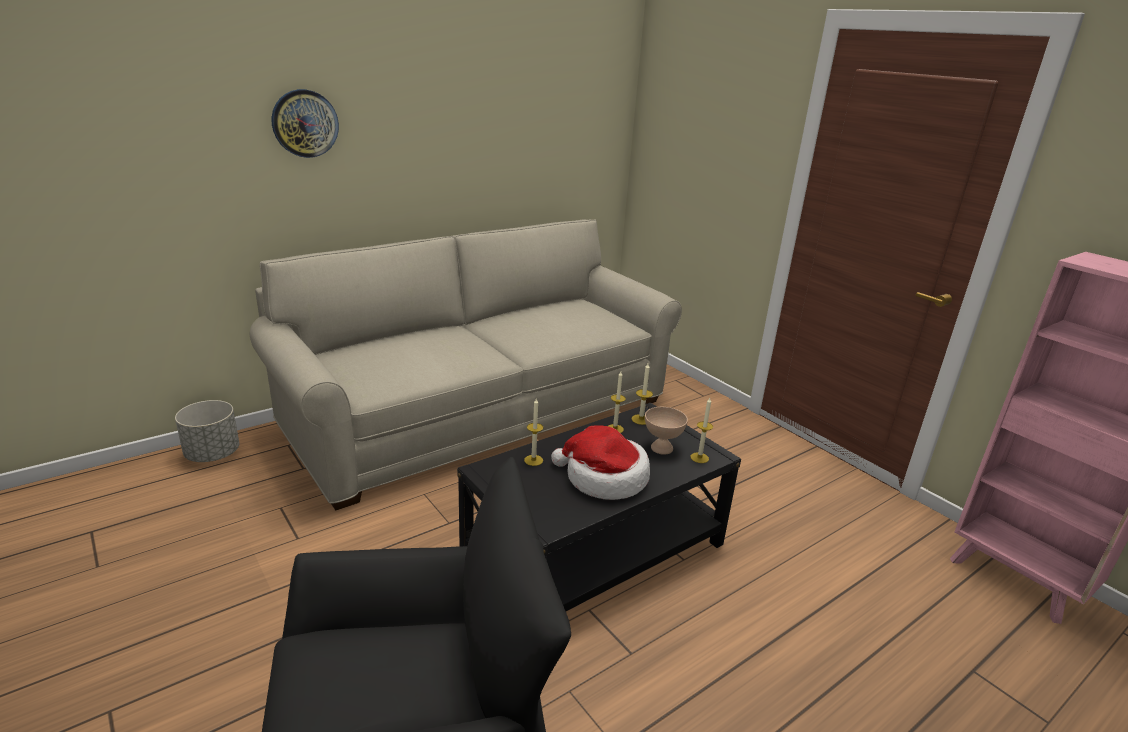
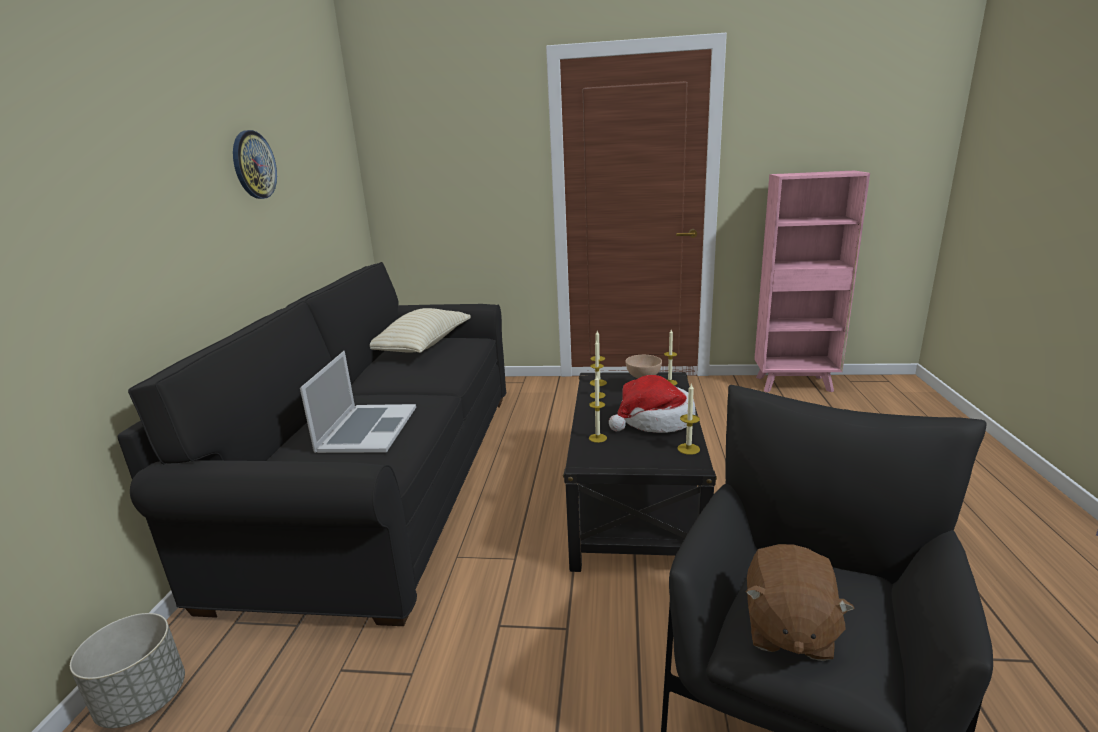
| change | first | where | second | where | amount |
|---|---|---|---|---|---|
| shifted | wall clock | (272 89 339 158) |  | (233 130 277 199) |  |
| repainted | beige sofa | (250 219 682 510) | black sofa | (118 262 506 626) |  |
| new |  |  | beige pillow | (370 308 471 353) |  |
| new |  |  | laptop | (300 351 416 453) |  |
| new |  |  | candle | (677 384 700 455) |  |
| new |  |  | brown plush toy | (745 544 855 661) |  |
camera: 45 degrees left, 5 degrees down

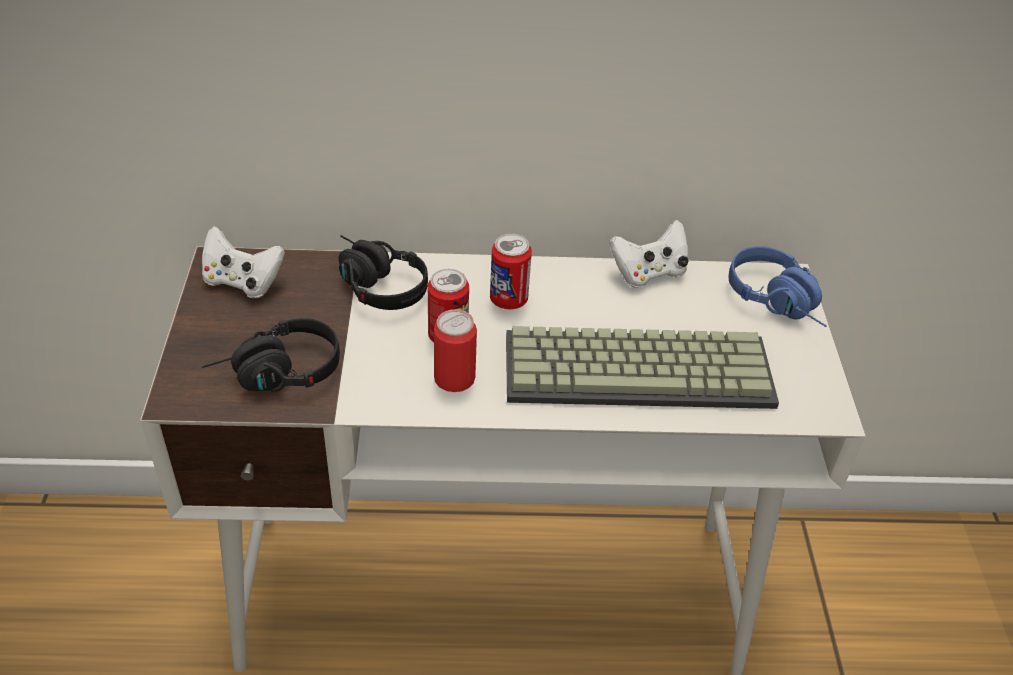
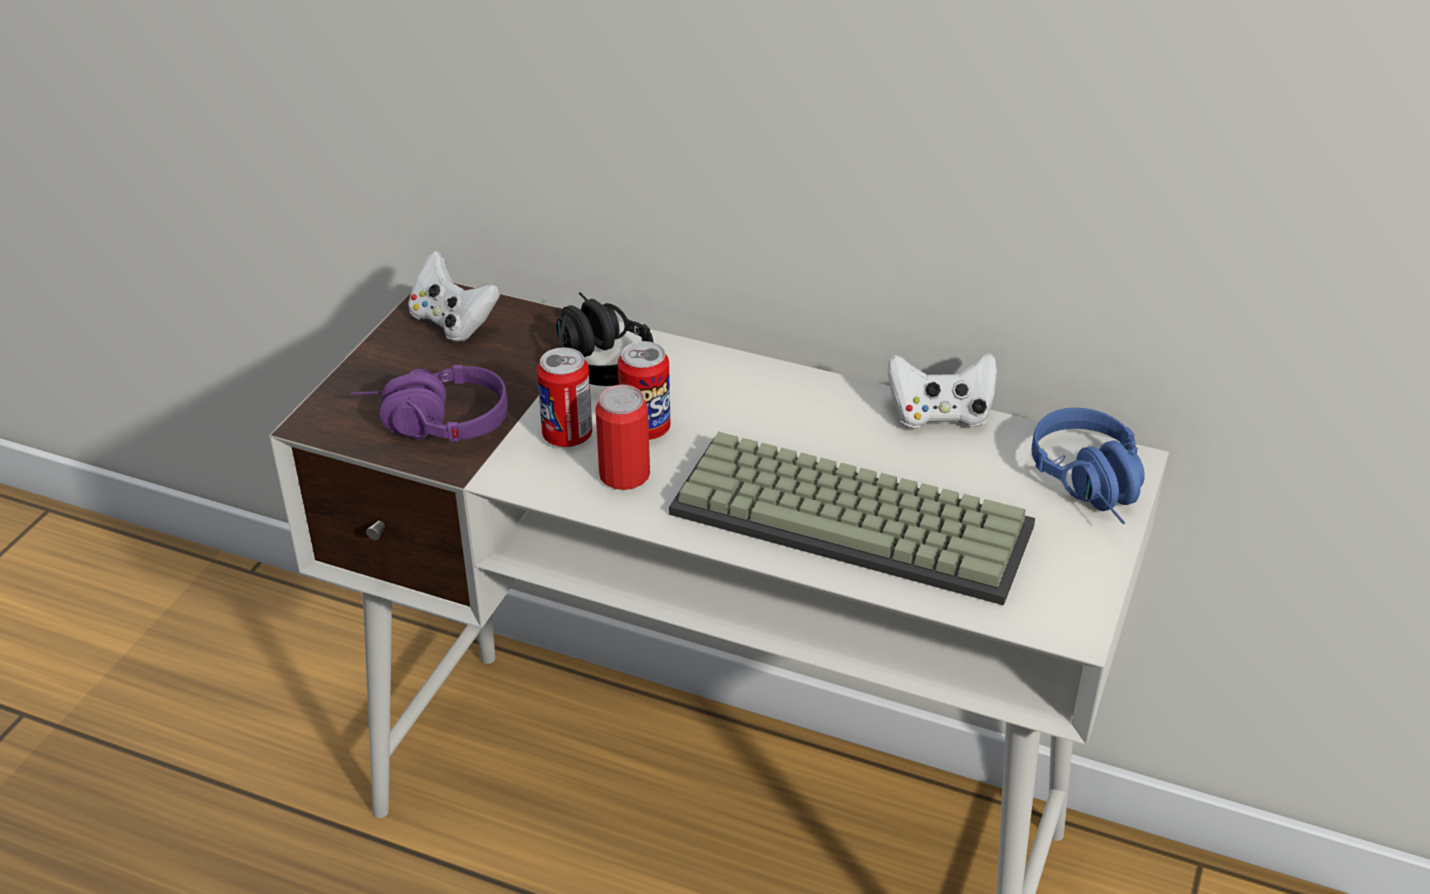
| change | first | where | second | where | amount |
|---|---|---|---|---|---|
| shifted | can | (490 234 532 309) |  | (537 348 592 447) |  |
| repainted | black headphones | (202 318 340 392) | purple headphones | (351 365 508 442) |  |
camera: 25 degrees right, 5 degrees down

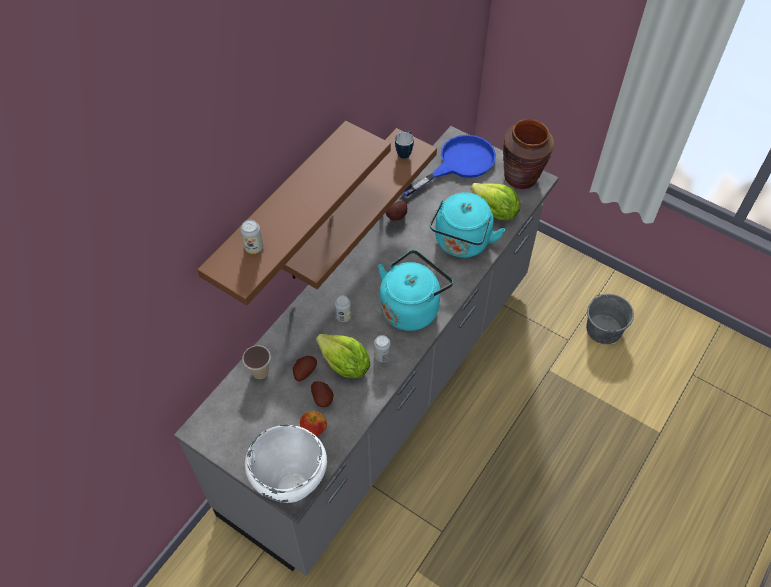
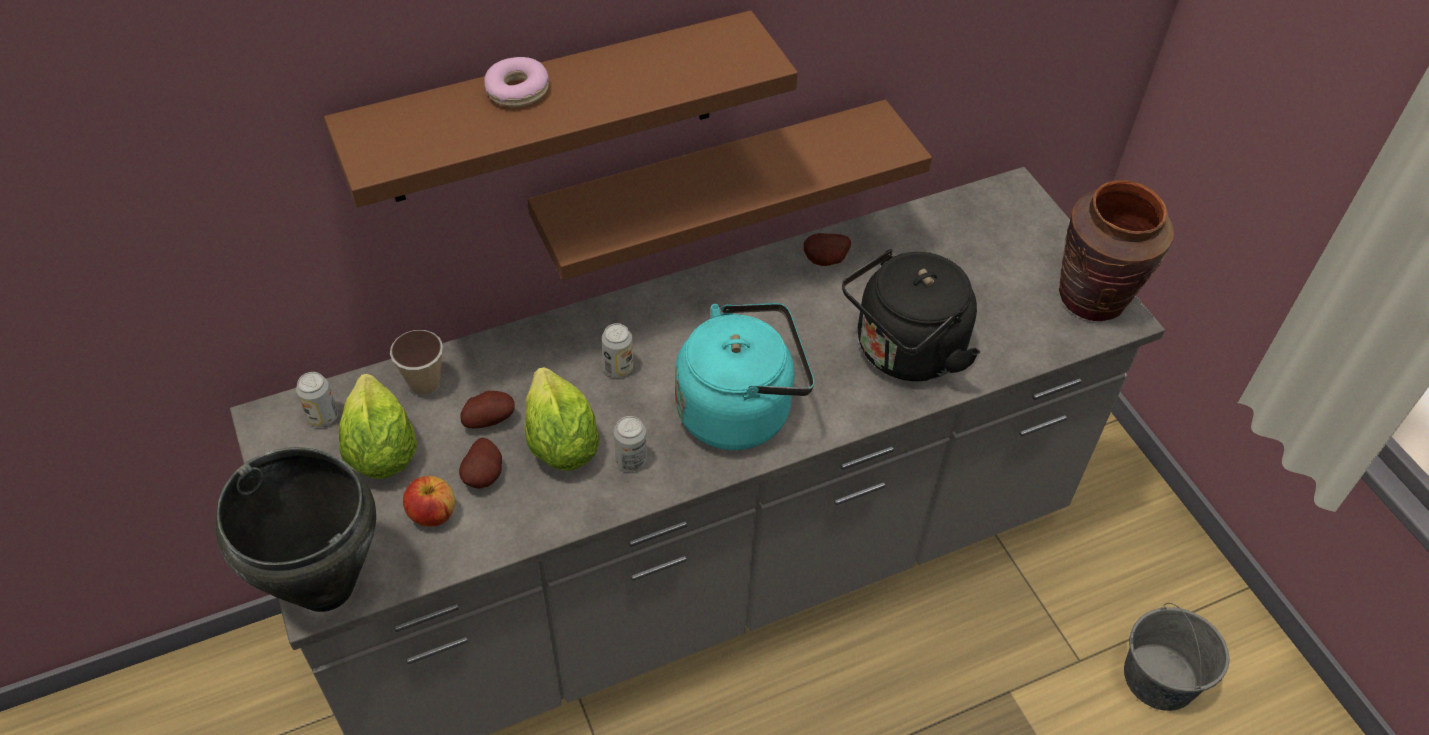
| change | first | where | second | where | amount |
|---|---|---|---|---|---|
| gone | mug | (395 131 414 159) |  |  |  |
| gone | blue frying pan | (403 135 496 197) |  |  |  |
| shifted | lettuce | (471 183 520 220) |  | (339 374 417 479) |  |
| repainted | turquoise kettle | (430 192 505 258) | black kettle | (842 249 980 381) |  |
| shifted | can | (240 220 263 254) |  | (296 372 338 427) |  |
| repainted | white cooking pot | (245 425 327 503) | black cooking pot | (216 447 376 612) |  |
| new |  |  | donut | (484 57 549 107) |  |
camera: 30 degrees right, 5 degrees down

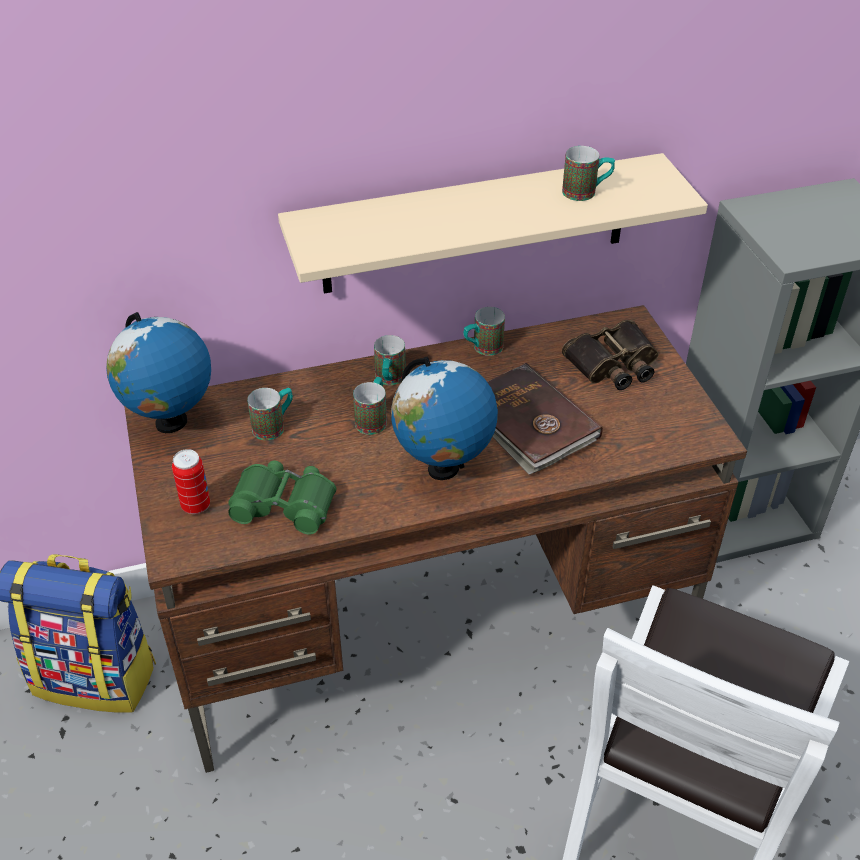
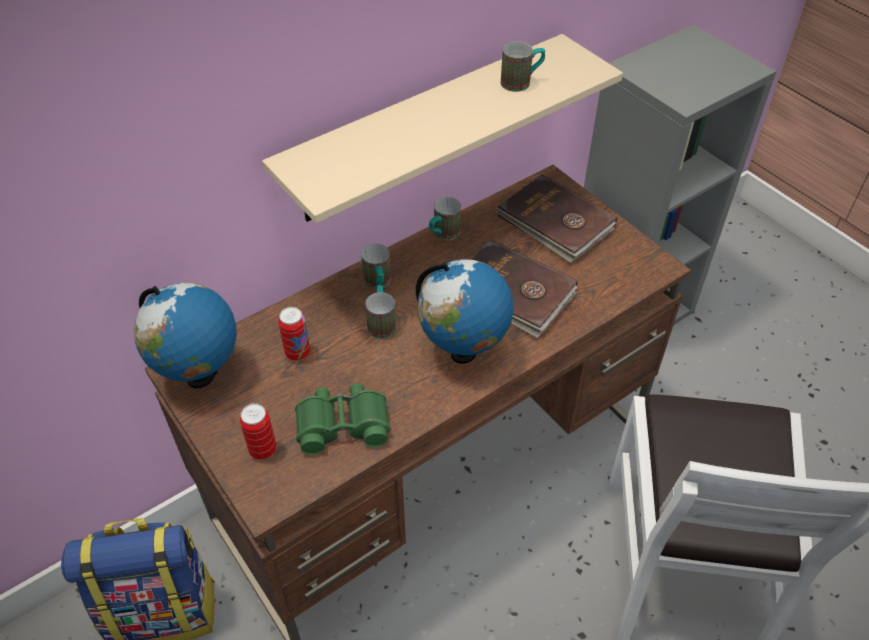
| change | first | where | second | where | amount |
|---|---|---|---|---|---|
| swapped | binoculars | (562 320 659 390) | brown book | (496 174 617 263) |  |
| swapped | mug | (247 388 293 440) | can | (278 307 310 361) |  |
camera: 20 degrees left, 5 degrees up

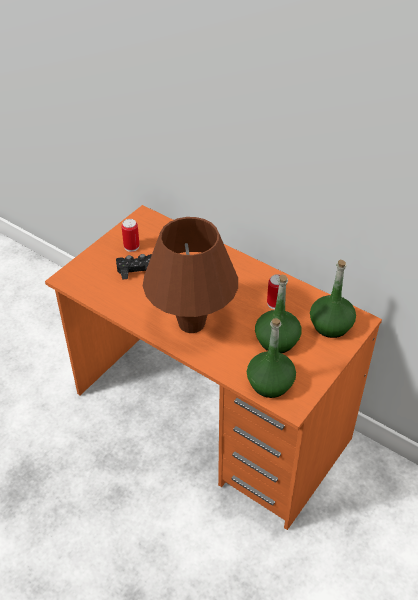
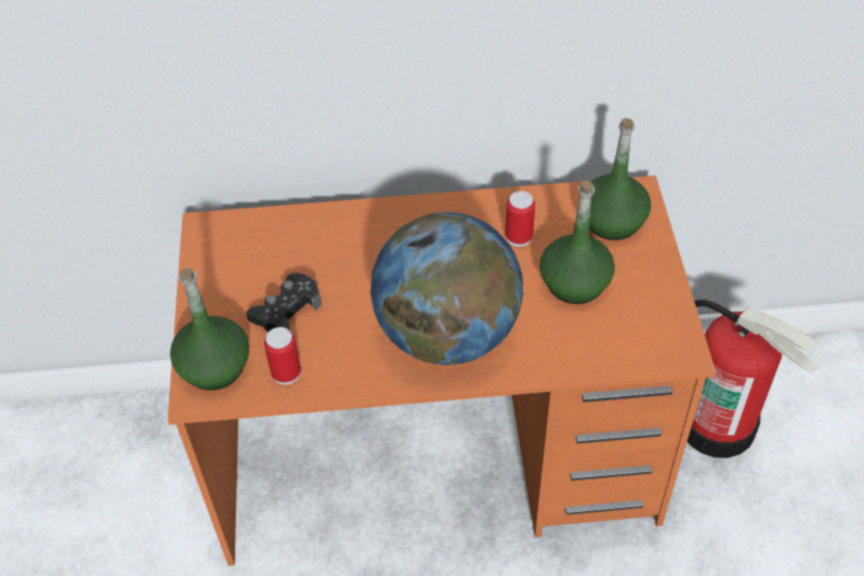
| change | first | where | second | where | amount |
|---|---|---|---|---|---|
| swapped | brown table lamp | (143 217 238 333) | globe | (371 212 523 365) |  |
| shifted | can | (121 219 140 252) |  | (264 327 301 385) |  |
| shifted | green bottle | (247 318 296 398) |  | (170 268 249 390) |  |
| new |  |  | fire extinguisher | (687 299 819 458) |  |
camera: 40 degrees left, 5 degrees up

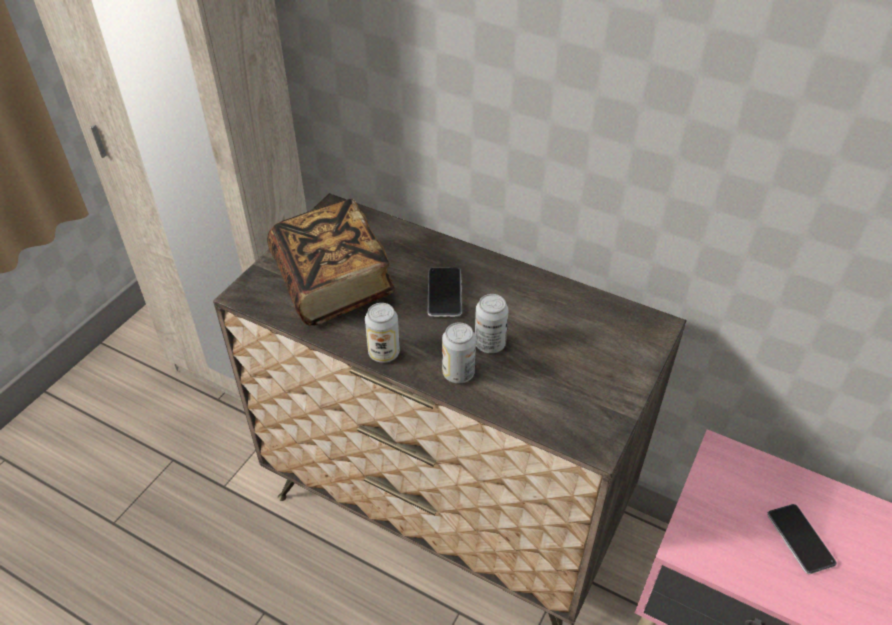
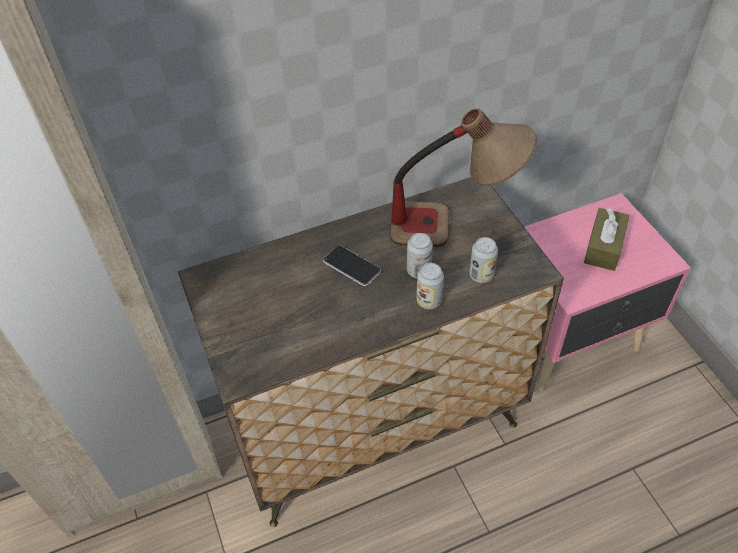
| change | first | where | second | where | amount |
|---|---|---|---|---|---|
| gone | book | (267 199 395 326) |  |  |  |
| shifted | can | (365 303 400 363) |  | (469 237 498 283) |  |
| swapped | phone | (767 504 836 574) | brown tissue box | (584 208 629 271) |  |
| new |  |  | table lamp | (390 108 537 247) |  |
camera: 50 degrees left, 5 degrees up

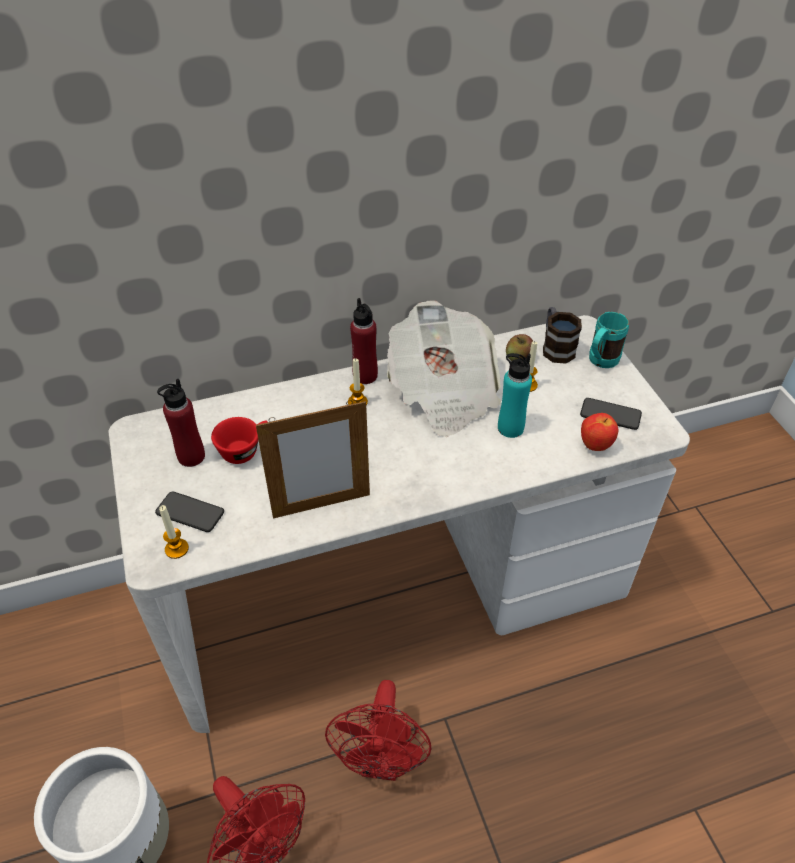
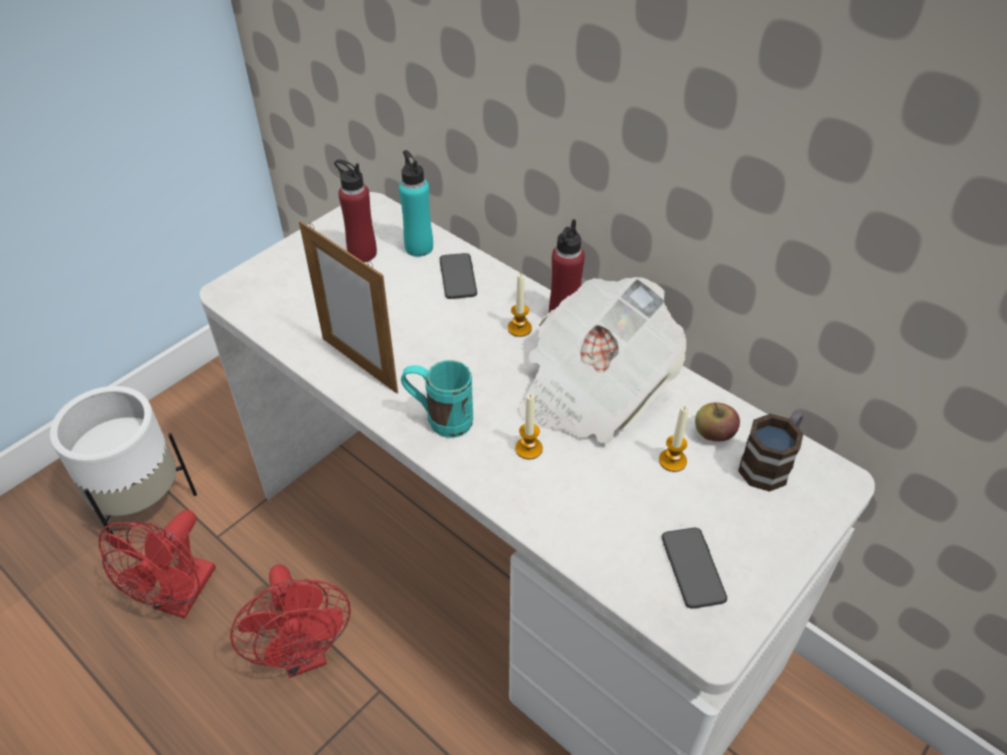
| change | first | where | second | where | amount |
|---|---|---|---|---|---|
| shifted | turquoise mug | (589 312 629 368) |  | (401 360 473 438) |  |
| shifted | turquoise bottle | (498 353 532 438) |  | (399 150 433 257) |  |
| gone | apple | (581 413 618 451) |  |  |  |
| gone | red cup | (211 417 268 464) |  |  |  |
| shifted | phone | (155 491 224 532) |  | (440 253 477 299) |  |
| shifted | candle | (159 505 189 559) |  | (515 394 543 460) |  |
| rotated | red fan | (325 680 431 781) |  | (230 564 351 678) | 90 degrees counterclockwise |
camera: 60 degrees right, 0 degrees up

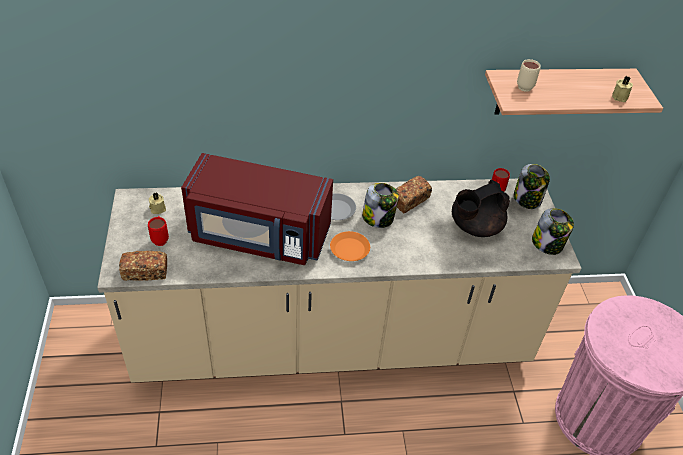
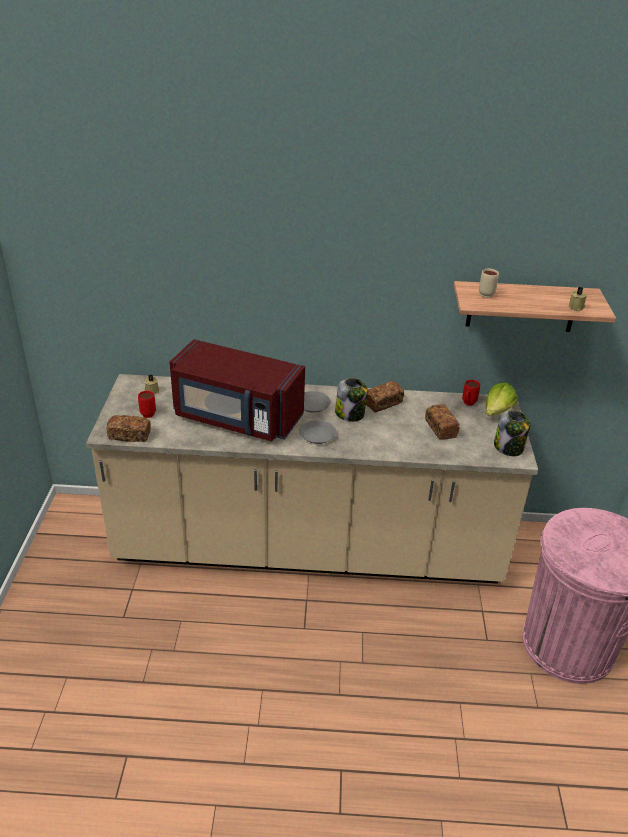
| change | first | where | second | where | amount |
|---|---|---|---|---|---|
| swapped | jar | (514 164 550 209) | lettuce | (485 383 518 416) |  |
| swapped | black teapot | (452 180 510 237) | bread | (425 404 460 440) |  |
| repainted | orange plate | (330 231 370 261) | grey plate | (299 420 336 444) |  |
camera: 10 degrees right, 10 degrees down

